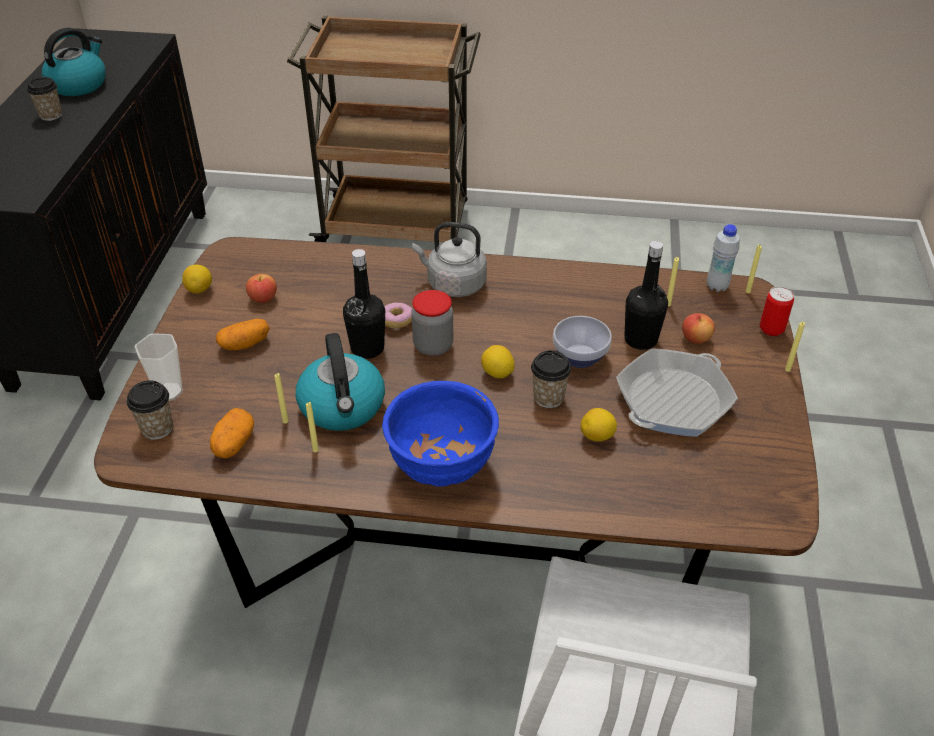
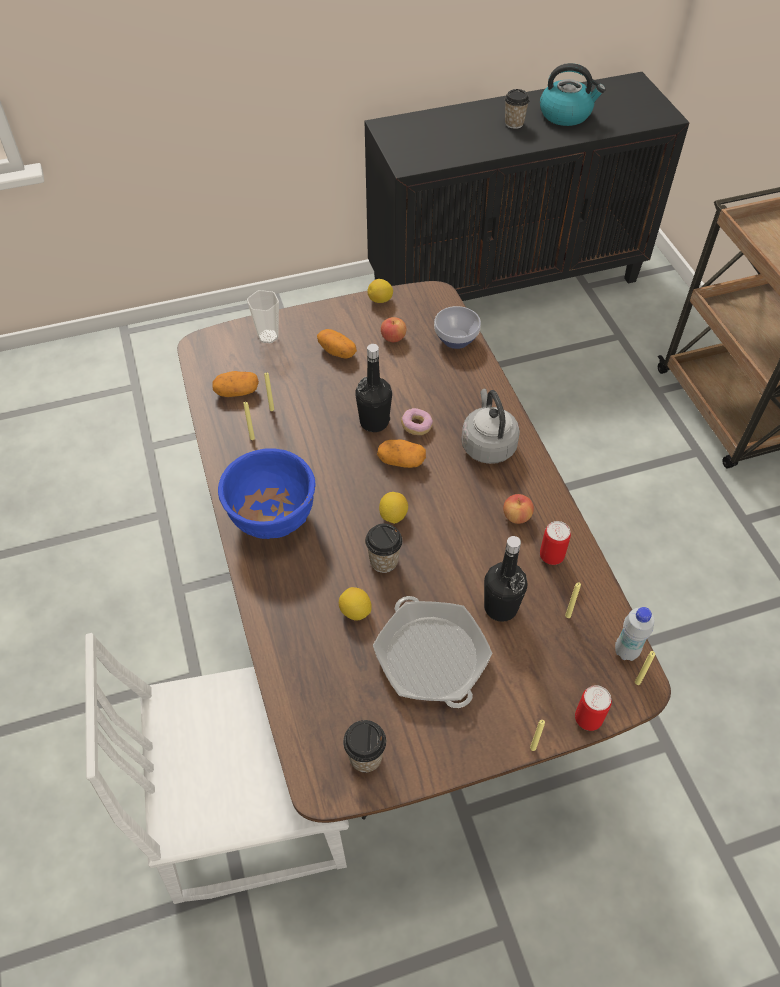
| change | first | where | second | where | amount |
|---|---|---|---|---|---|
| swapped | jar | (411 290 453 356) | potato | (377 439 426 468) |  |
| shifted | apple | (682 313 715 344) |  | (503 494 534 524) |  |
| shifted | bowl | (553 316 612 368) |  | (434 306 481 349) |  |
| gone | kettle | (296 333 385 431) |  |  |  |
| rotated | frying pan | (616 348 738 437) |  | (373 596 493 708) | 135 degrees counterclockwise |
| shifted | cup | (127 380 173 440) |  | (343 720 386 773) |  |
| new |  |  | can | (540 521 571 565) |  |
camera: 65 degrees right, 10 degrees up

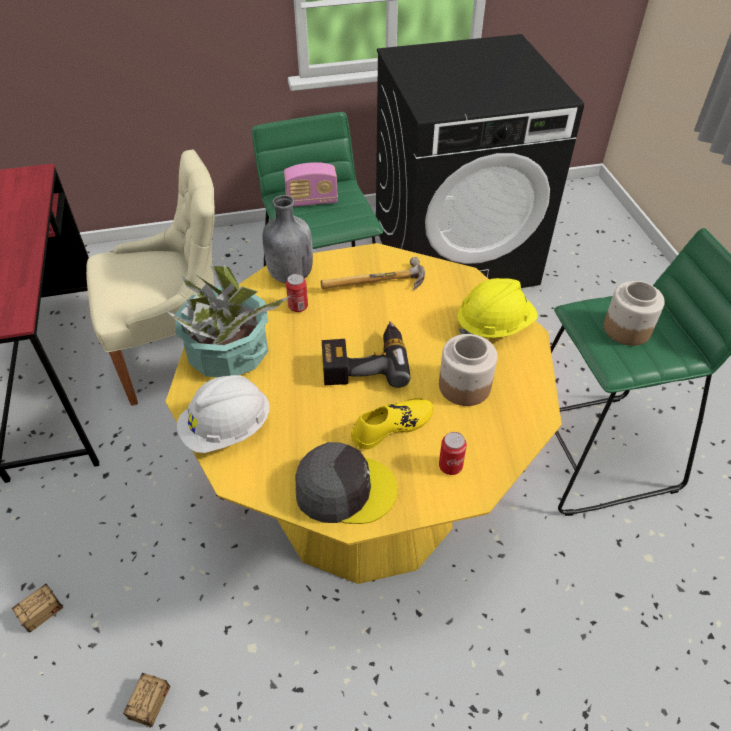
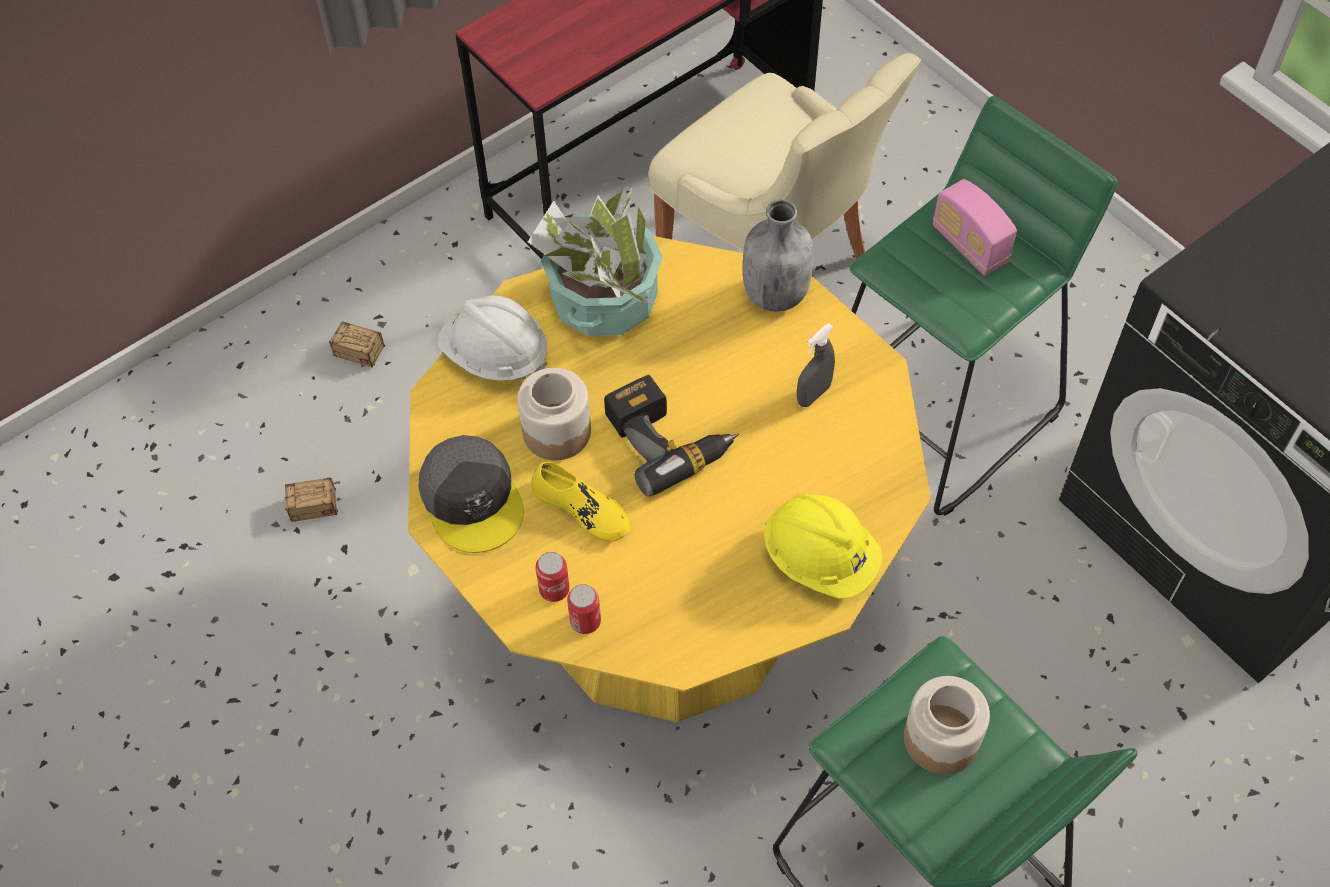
| change | first | where | second | where | amount |
|---|---|---|---|---|---|
| swapped | hammer | (321 257 425 290) | grey spray bottle | (797 323 835 407) |  |
| shifted | can | (286 274 308 312) |  | (567 584 601 634) |  |
| shifted | jar | (439 334 497 406) |  | (517 368 591 460) |  |
camera: 65 degrees right, 10 degrees up

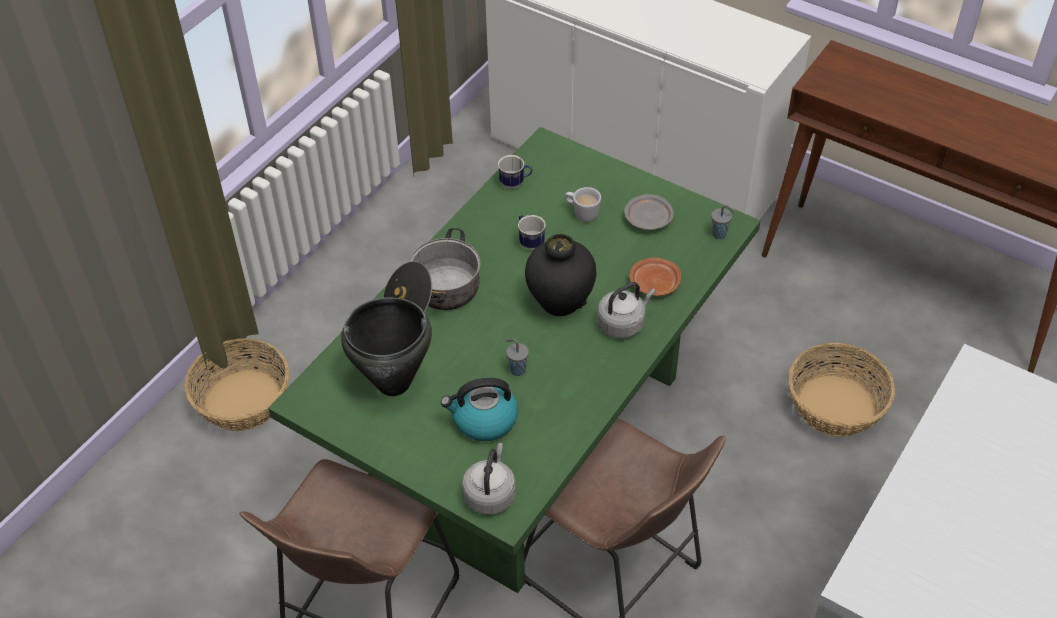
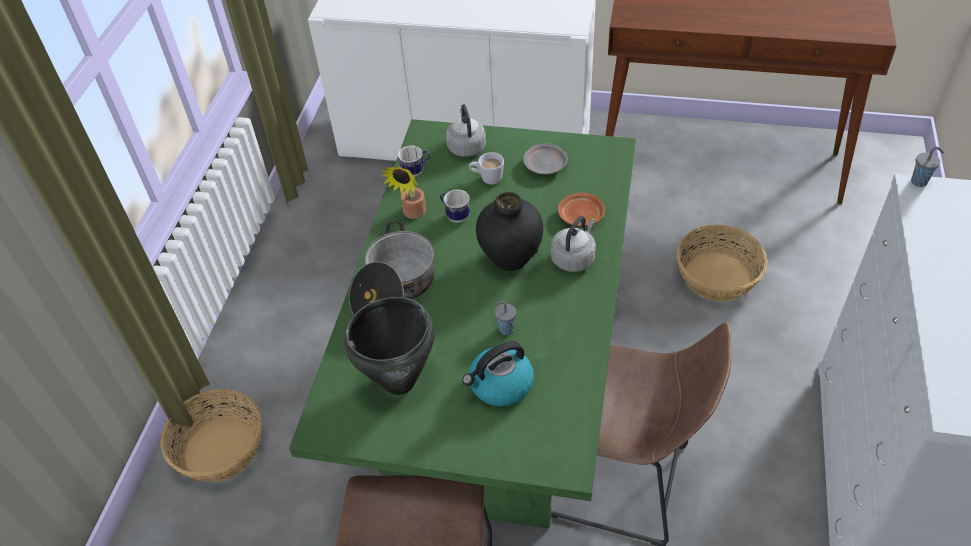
| change | first | where | second | where | amount |
|---|---|---|---|---|---|
| shifted | grey cup | (711 205 735 239) |  | (911 147 944 187) |  |
| shifted | grey kettle | (462 443 516 515) |  | (446 104 486 157) |  |
| new |  |  | potted plant | (381 166 426 219) |  |
camera: 20 degrees left, 0 degrees up

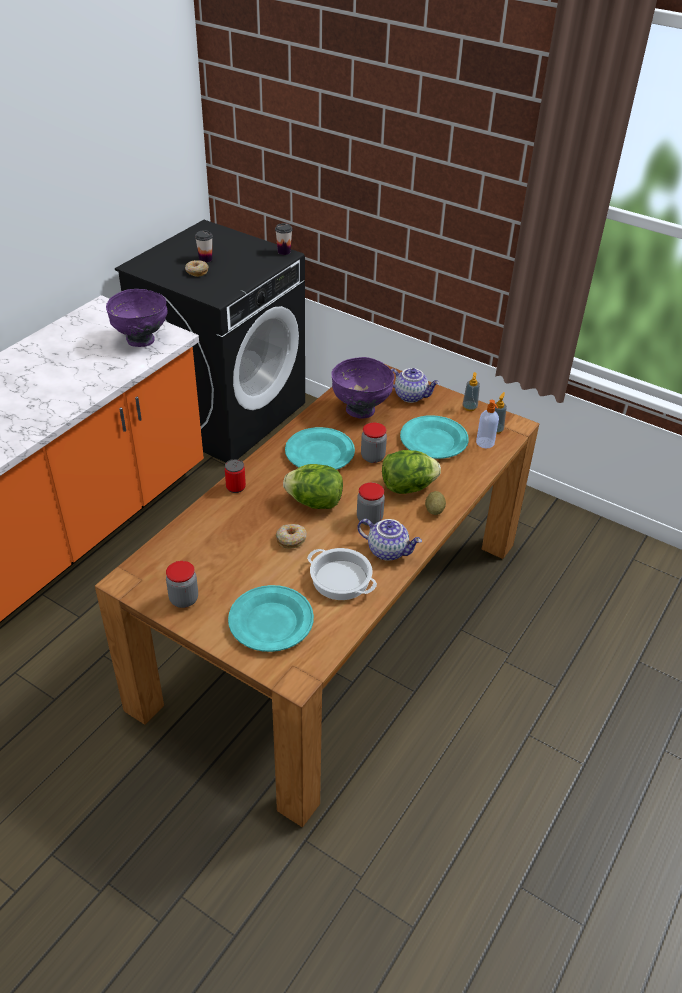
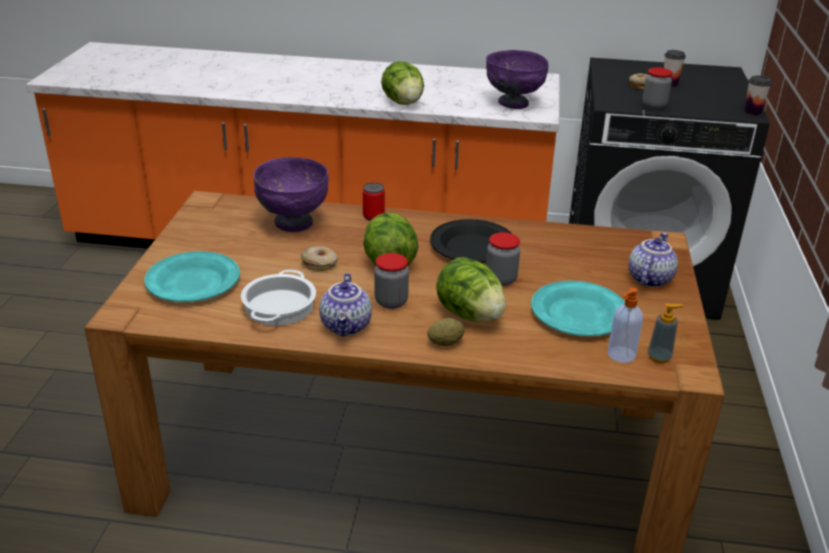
| change | first | where | second | where | amount |
|---|---|---|---|---|---|
| shifted | purple bowl | (331 357 395 418) |  | (254 157 329 232) |  |
| rotated | teapot | (390 368 440 403) |  | (628 232 678 287) | 150 degrees counterclockwise |
| gone | soap dispenser | (463 372 480 411) |  |  |  |
| repainted | turquoise plate | (285 427 355 470) | black plate | (430 219 512 263) |  |
| shifted | jar | (166 561 198 608) |  | (642 67 672 110) |  |
| new |  |  | lettuce | (381 61 424 105) |  |
camera: 65 degrees right, 10 degrees down

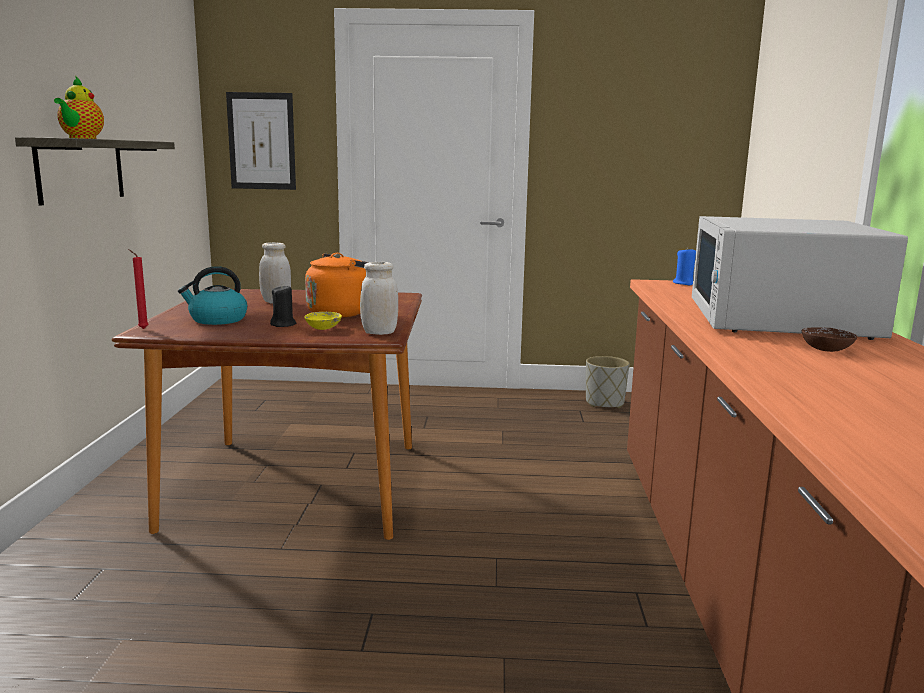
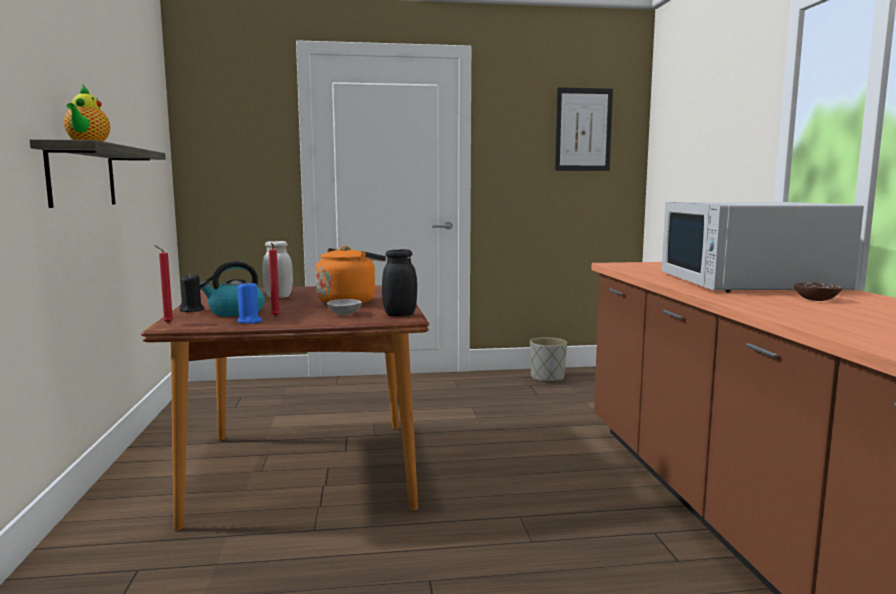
| change | first | where | second | where | amount |
|---|---|---|---|---|---|
| shifted | picture | (226 92 296 190) |  | (555 87 613 171) |  |
| shifted | blue candle | (673 247 696 285) |  | (238 281 262 324) |  |
| repainted | white jar | (360 262 398 335) | black jar | (382 249 417 316) |  |
| shifted | black candle | (270 285 296 327) |  | (179 273 205 312) |  |
| repainted | yellow bowl | (304 312 342 330) | grey bowl | (327 299 362 315) |  |
| new |  |  | red candle | (269 243 280 316) |  |
camera: 10 degrees left, 5 degrees down

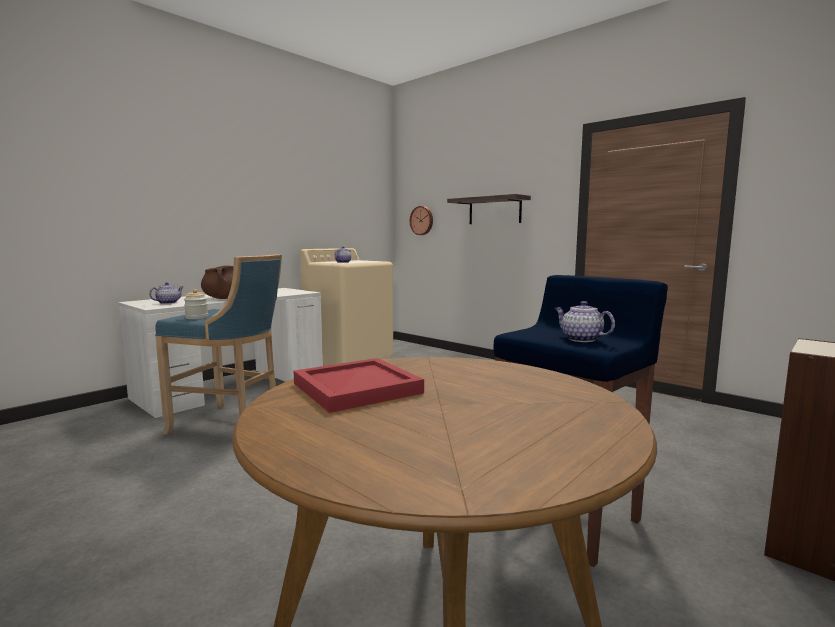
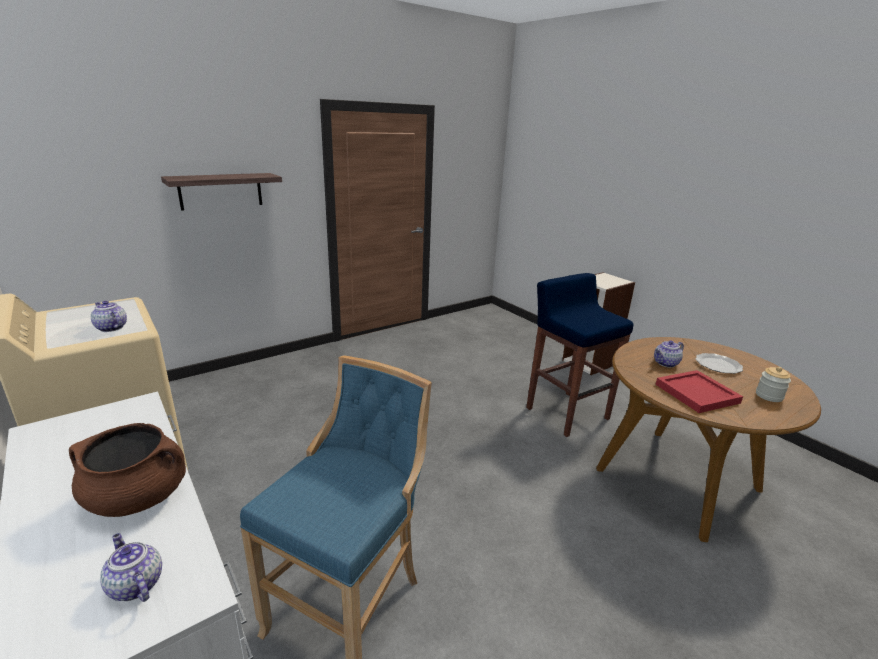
| change | first | where | second | where | amount |
|---|---|---|---|---|---|
| gone | wall clock | (410 206 433 235) |  |  |  |
| shifted | jar | (184 289 208 319) |  | (756 367 791 402) |  |
| shifted | teapot | (555 301 615 342) |  | (654 340 684 368) |  |
| new |  |  | plate | (696 353 743 374) |  |
camera: 80 degrees left, 15 degrees up

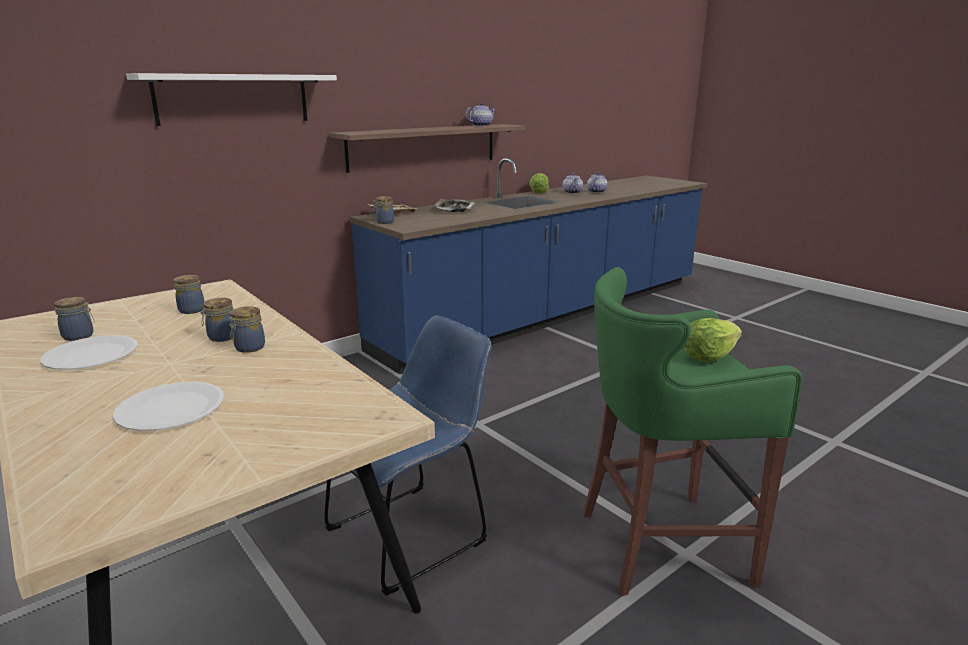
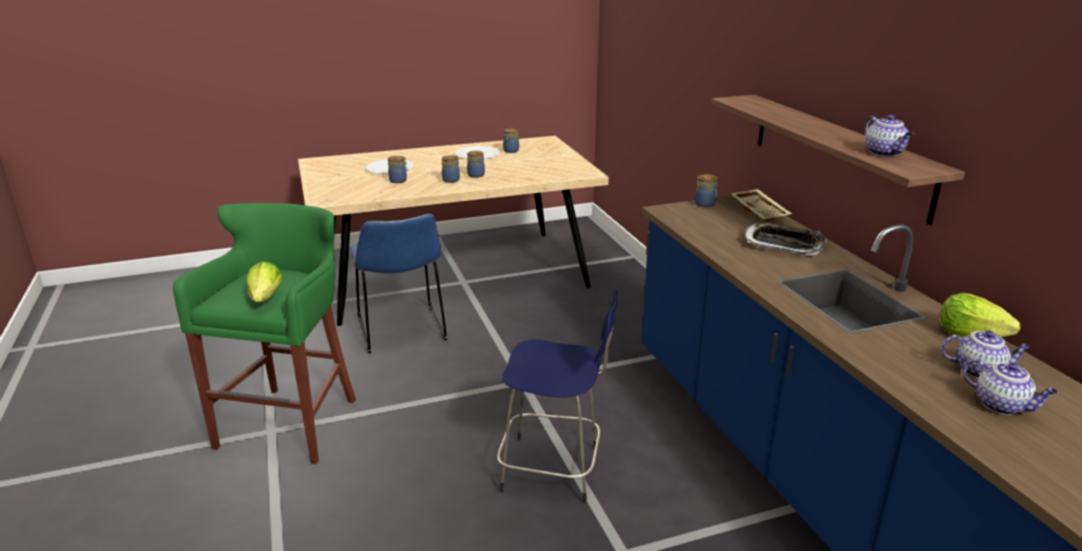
| change | first | where | second | where | amount |
|---|---|---|---|---|---|
| gone | white shelf | (126 73 337 126) |  |  |  |
| shifted | jar | (173 275 204 314) |  | (388 156 408 183) |  |
| new |  |  | blue stool | (497 290 617 503) |  |
camera: 110 degrees right, 5 degrees up

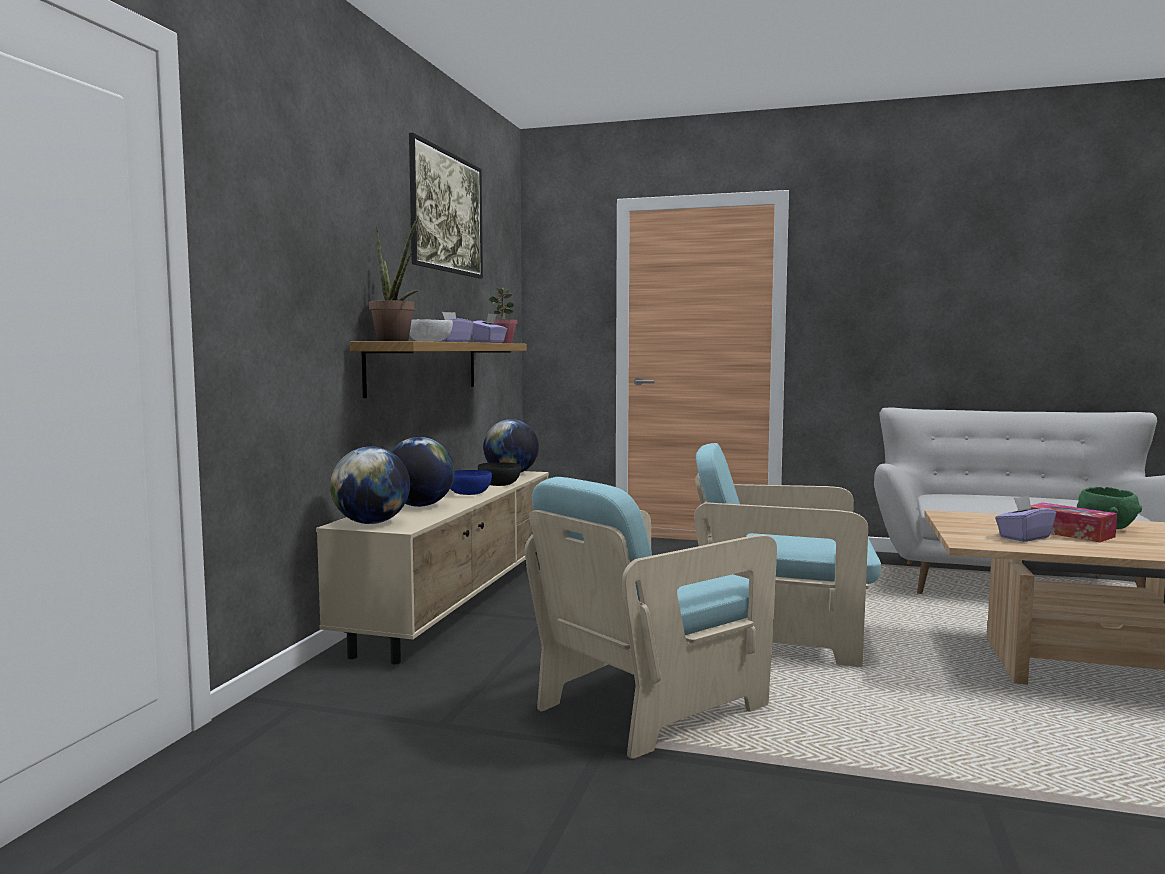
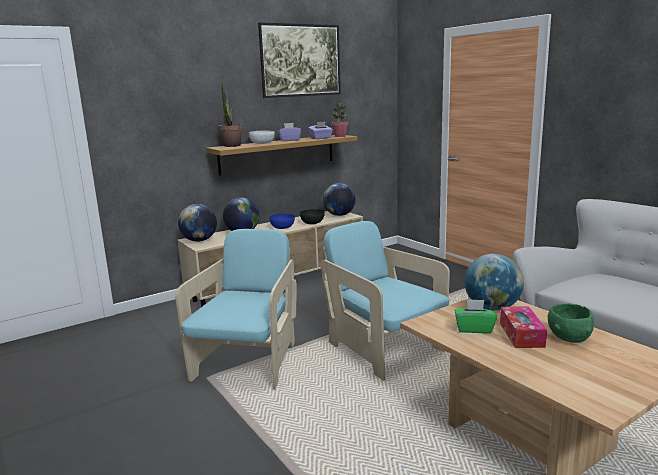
| change | first | where | second | where | amount |
|---|---|---|---|---|---|
| rotated | turquoise armchair | (525 477 777 759) |  | (175 229 297 390) | 105 degrees clockwise |
| repainted | purple tissue box | (995 496 1056 542) | green tissue box | (455 299 497 334) |  |
| new |  |  | globe | (464 254 524 311) |  |
camera: 40 degrees right, 10 degrees up

